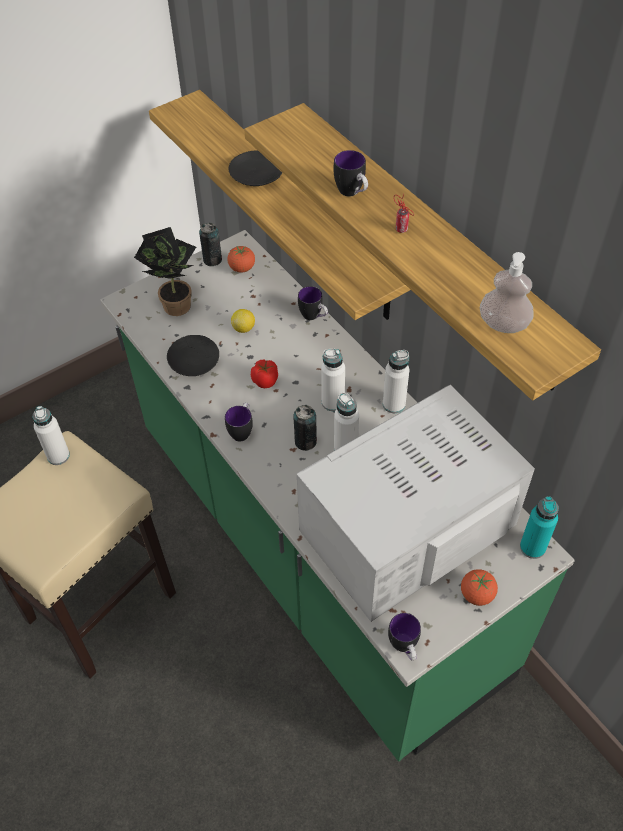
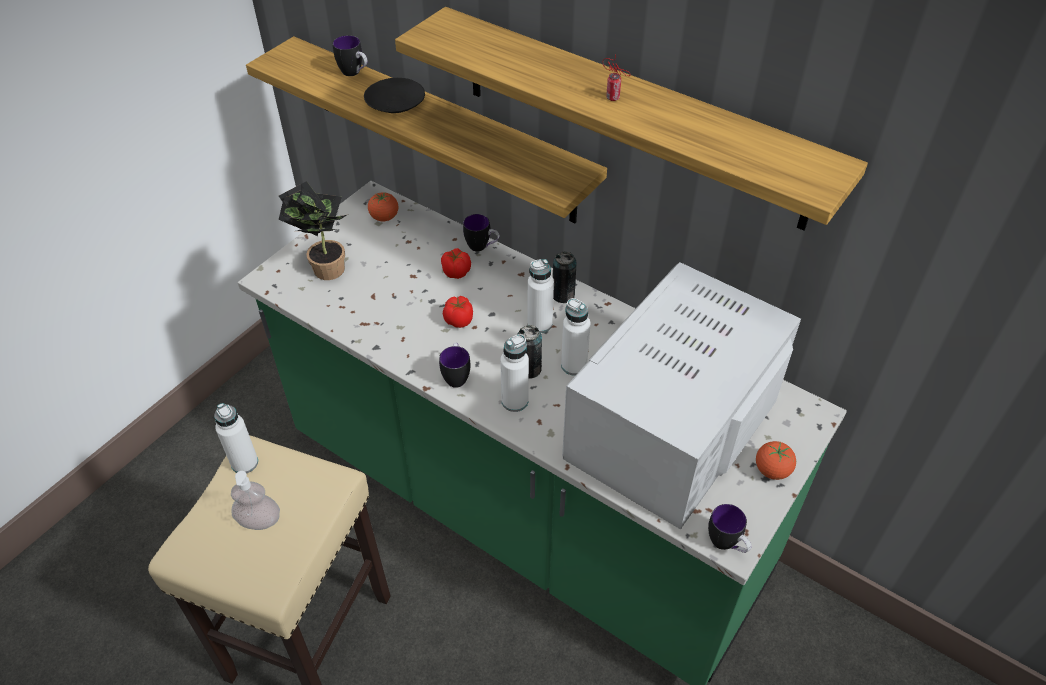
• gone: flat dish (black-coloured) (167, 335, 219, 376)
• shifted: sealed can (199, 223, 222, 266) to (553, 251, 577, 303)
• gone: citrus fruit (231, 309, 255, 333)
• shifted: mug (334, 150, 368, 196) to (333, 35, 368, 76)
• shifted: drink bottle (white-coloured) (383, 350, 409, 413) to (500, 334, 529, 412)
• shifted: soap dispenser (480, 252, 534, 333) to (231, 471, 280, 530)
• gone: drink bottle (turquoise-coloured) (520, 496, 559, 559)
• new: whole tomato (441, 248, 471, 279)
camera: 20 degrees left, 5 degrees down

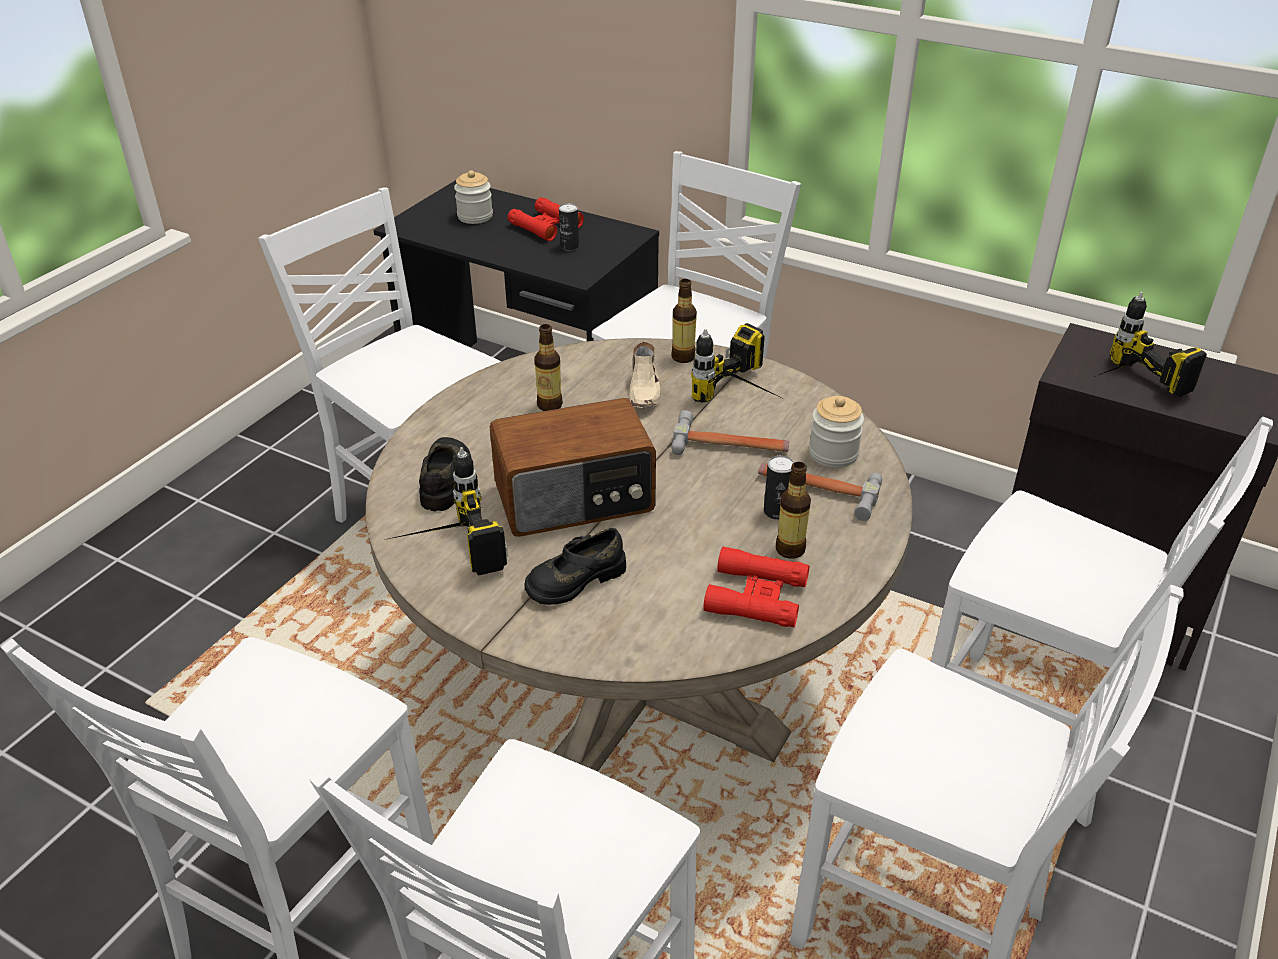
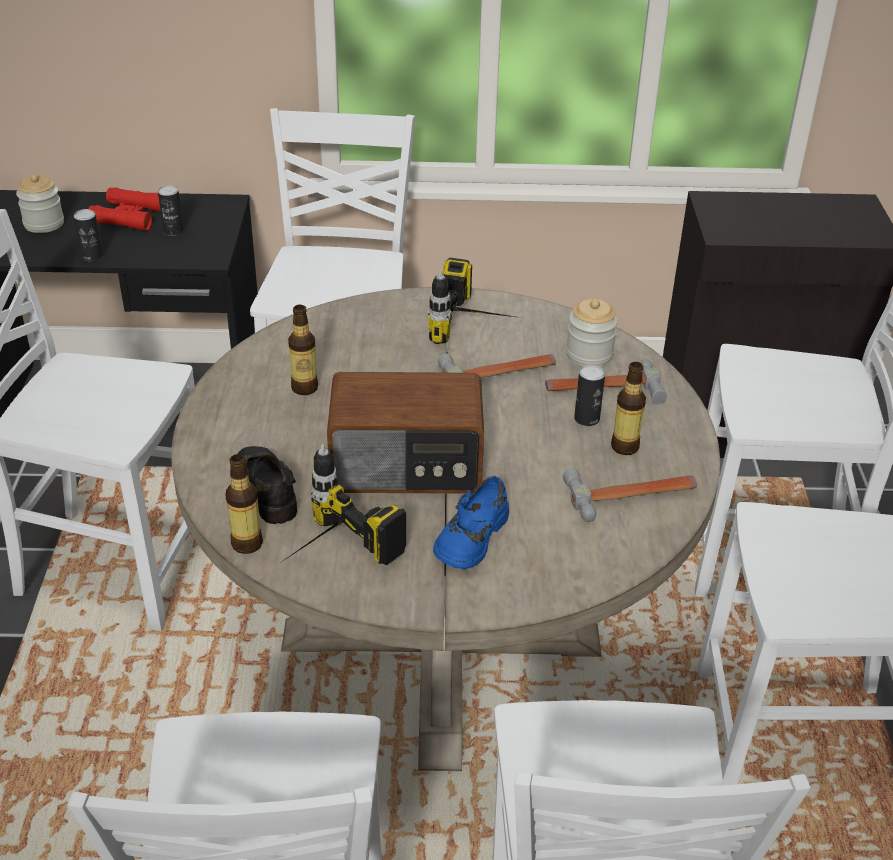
• rotated: radio receiver (489, 398, 656, 537) = (327, 372, 484, 494) 45 degrees clockwise
• repainted: low shoe (black-coloured) (525, 528, 626, 605) to low shoe (blue-coloured) (433, 476, 509, 569)
• gone: low shoe (beige-coloured) (629, 342, 661, 408)
• shifted: drink bottle (671, 279, 697, 363) to (225, 454, 263, 554)
• swapped: pair of binoculars (red) (703, 546, 809, 627) to tool hammer (563, 468, 697, 522)
• gone: power drill (1094, 292, 1207, 397)
• new: sealed can (74, 209, 103, 261)
camera: 30 degrees left, 0 degrees up

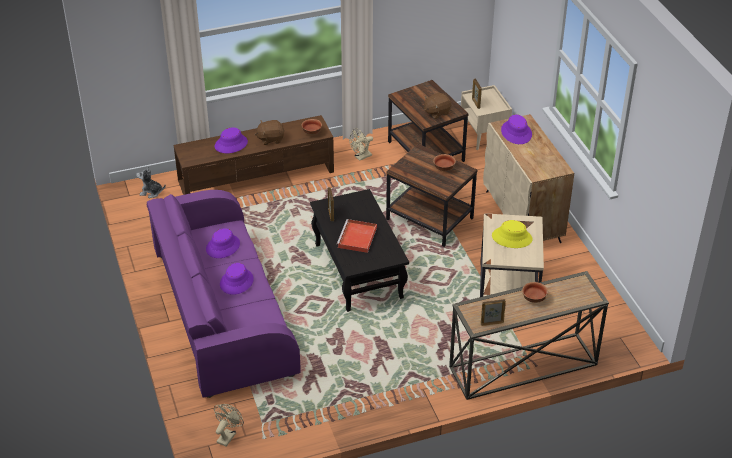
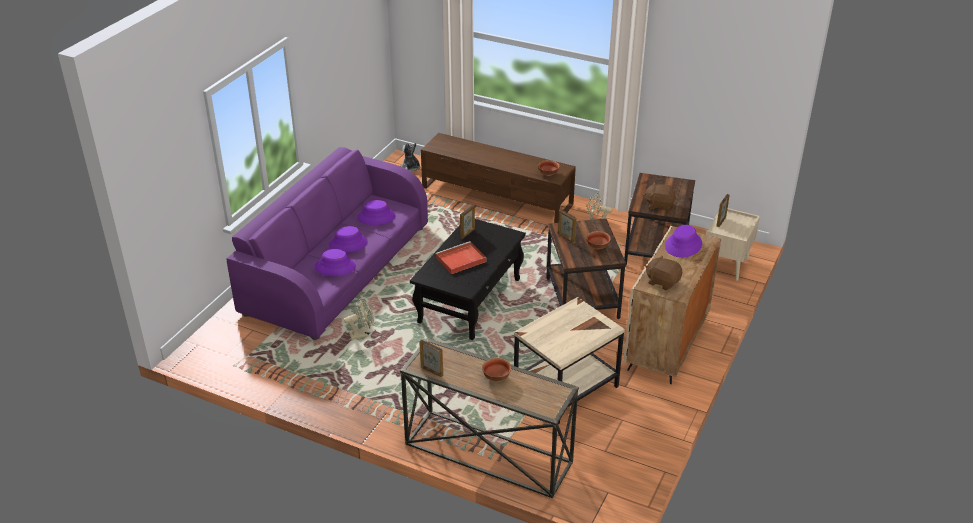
• shifted: cooling fan (beige-coloured) (214, 404, 244, 447) to (344, 299, 374, 340)
• shifted: clothing hat (purple-coloured) (215, 127, 248, 153) to (314, 249, 356, 276)
• shifted: plush toy (brown) (255, 120, 285, 145) to (646, 256, 682, 290)
• gone: clothing hat (yellowish) (492, 220, 533, 248)
• new: standing frame (558, 209, 576, 243)
camera: 45 degrees right, 5 degrees down

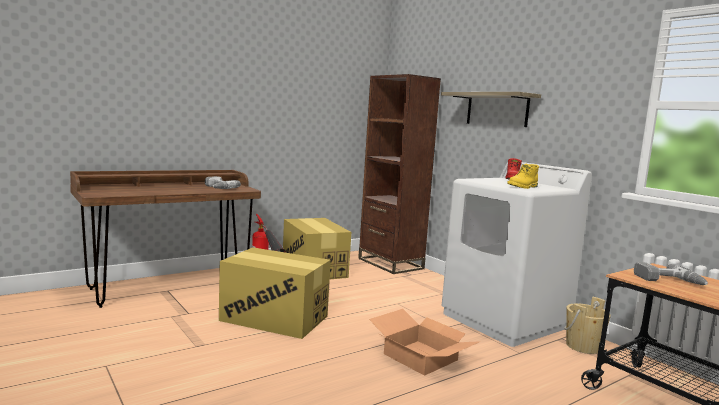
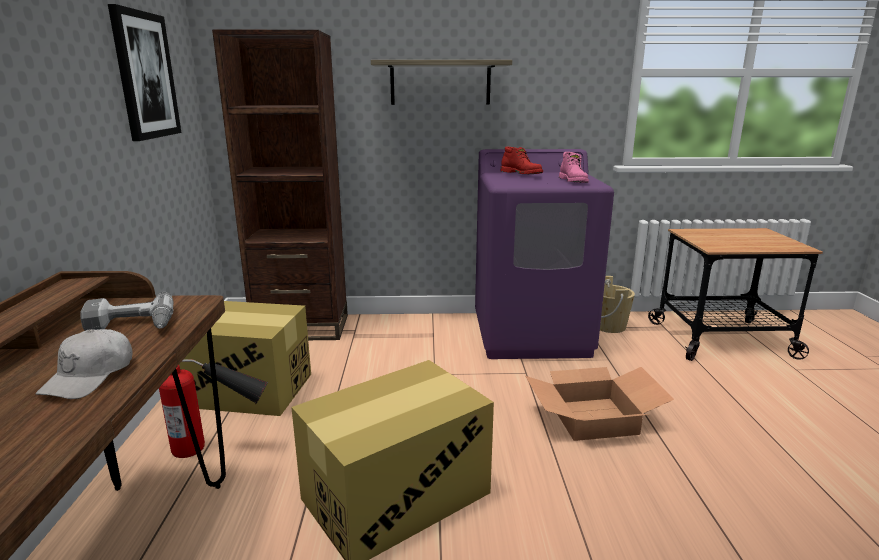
• repainted: laundry machine (white-coloured) (442, 162, 592, 347) to laundry machine (purple-coloured) (475, 149, 614, 359)
• repainted: high-top boot (yellowish) (507, 164, 539, 189) to high-top boot (pink-coloured) (559, 152, 589, 183)
• gone: power drill (634, 262, 708, 285)
• new: baseball cap (white-coloured) (36, 329, 133, 399)
• new: wall picture (108, 4, 181, 141)
camera: 55 degrees left, 10 degrees up

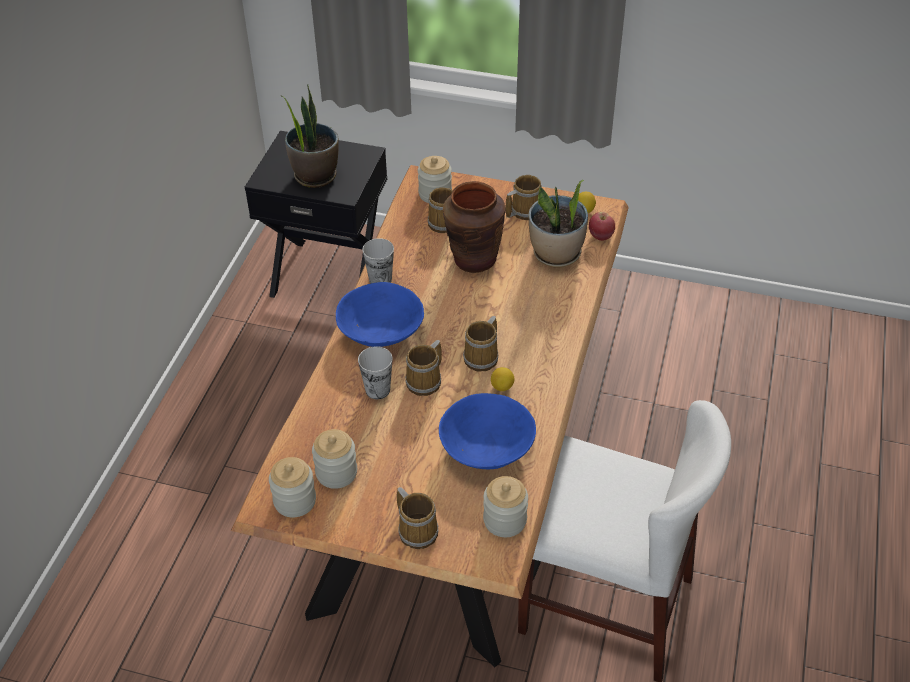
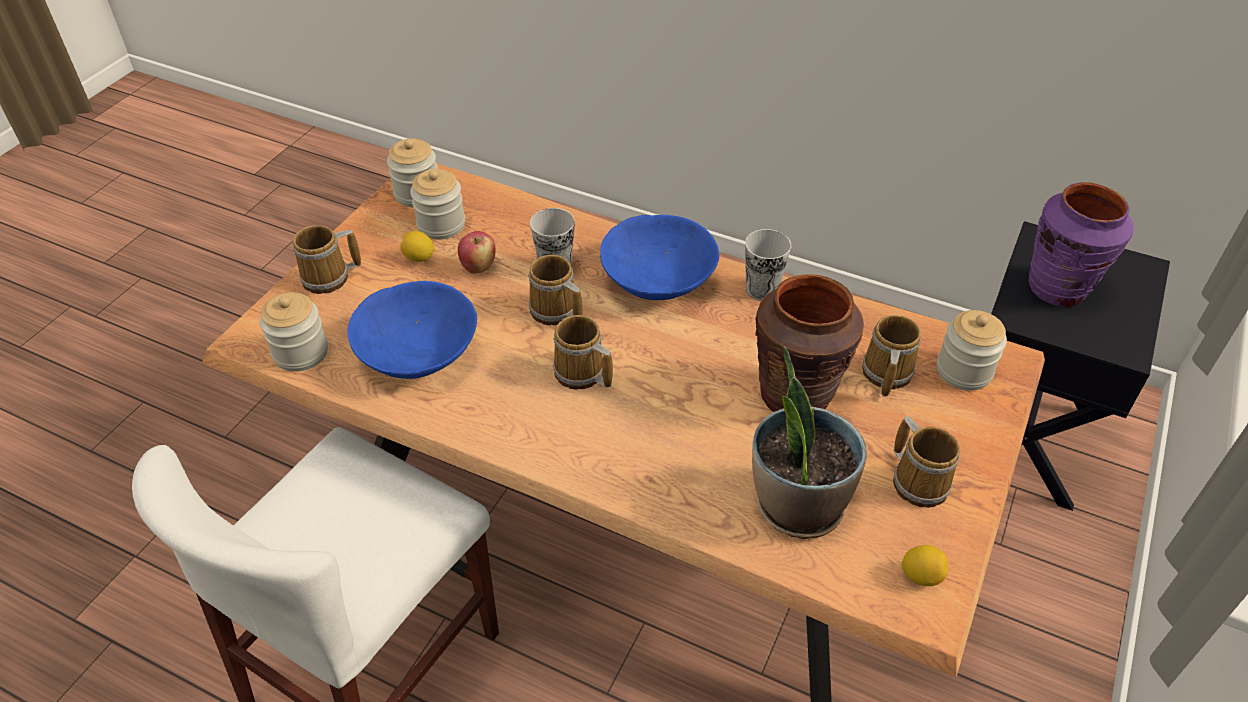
• swapped: potted plant (282, 84, 339, 188) to vase (purple-coloured) (1028, 182, 1134, 307)
• shifted: citrus fruit (491, 367, 514, 391) to (400, 231, 435, 262)
• shifted: apple (589, 212, 615, 241) to (458, 231, 496, 274)
camera: 100 degrees right, 0 degrees up

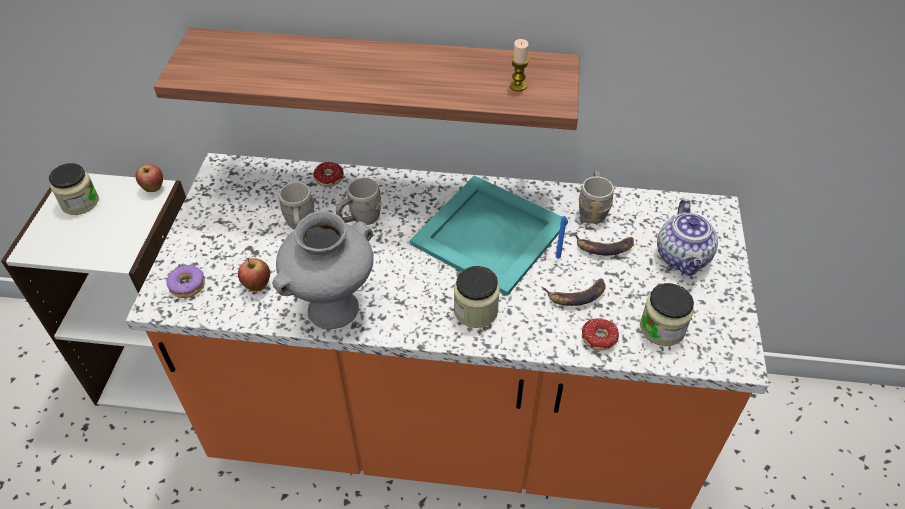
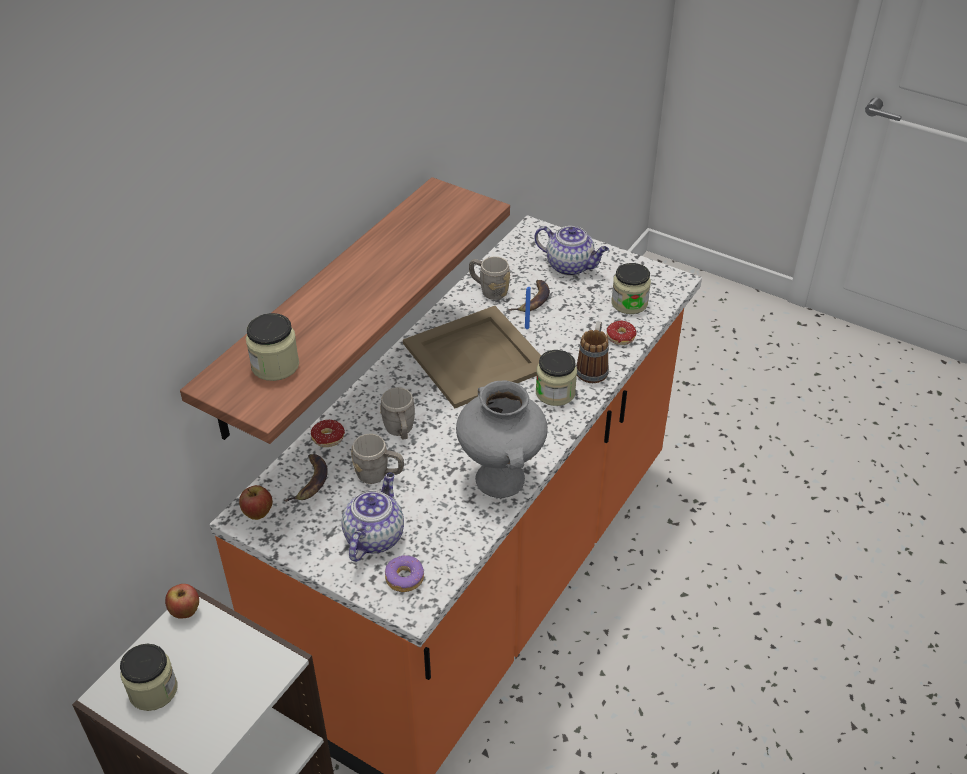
• shifted: apple (238, 258, 270, 291) to (239, 485, 272, 520)
• repainted: carrying tray (turquoise-coloured) (410, 175, 568, 296) to carrying tray (beige-coloured) (403, 306, 541, 408)
• gone: wax light (510, 39, 529, 91)
• shifted: banana (542, 278, 606, 306) to (283, 454, 328, 502)
• new: preserve jar (246, 313, 299, 381)
• new: teapot (342, 472, 404, 562)
• new: mug (576, 321, 609, 383)
camera: 65 degrees left, 5 degrees down

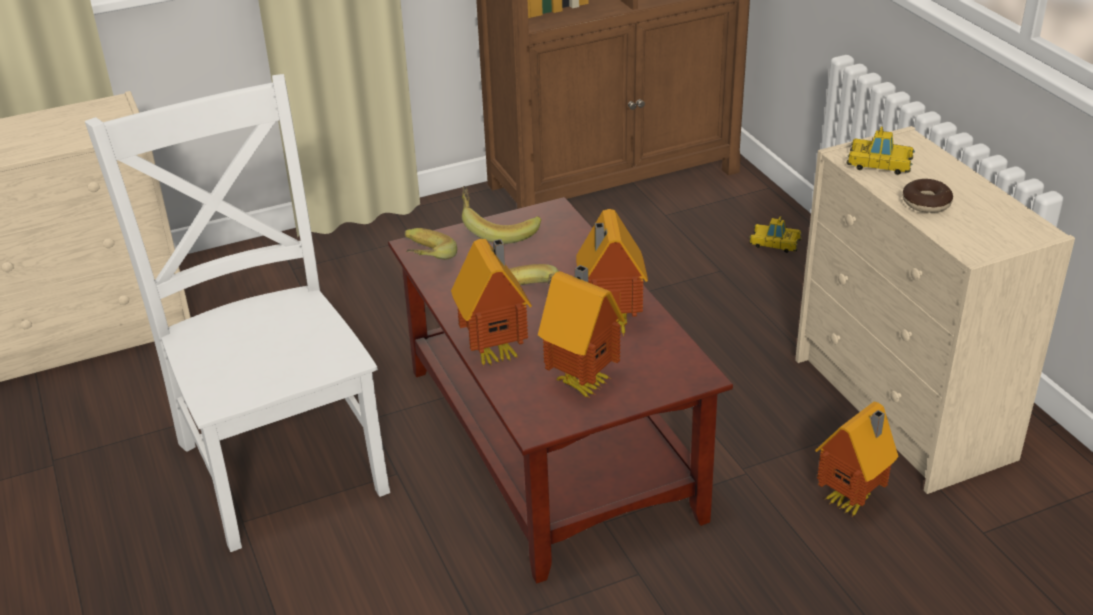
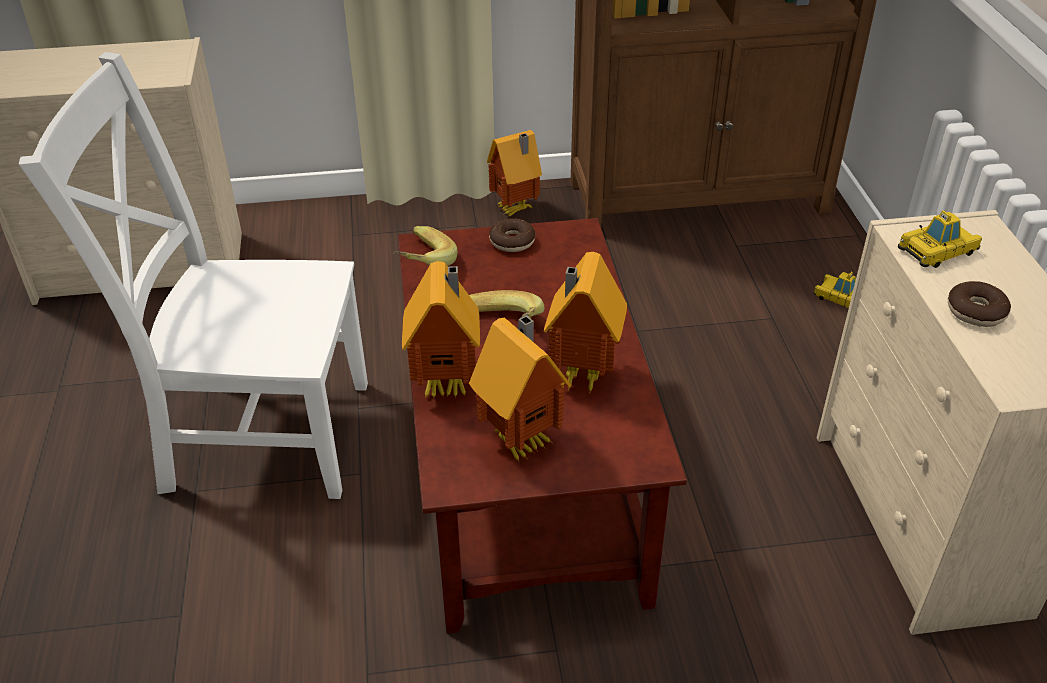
• rotated: chair (white-coloured) (85, 74, 390, 552) = (19, 52, 368, 499) 75 degrees counterclockwise
• swapped: banana (462, 186, 541, 244) to doughnut (489, 218, 535, 252)
• shifted: miniature house (815, 402, 899, 516) to (487, 130, 542, 217)
• rotated: miniature car (847, 127, 915, 175) = (898, 210, 982, 268) 60 degrees counterclockwise
camera: 15 degrees right, 5 degrees up

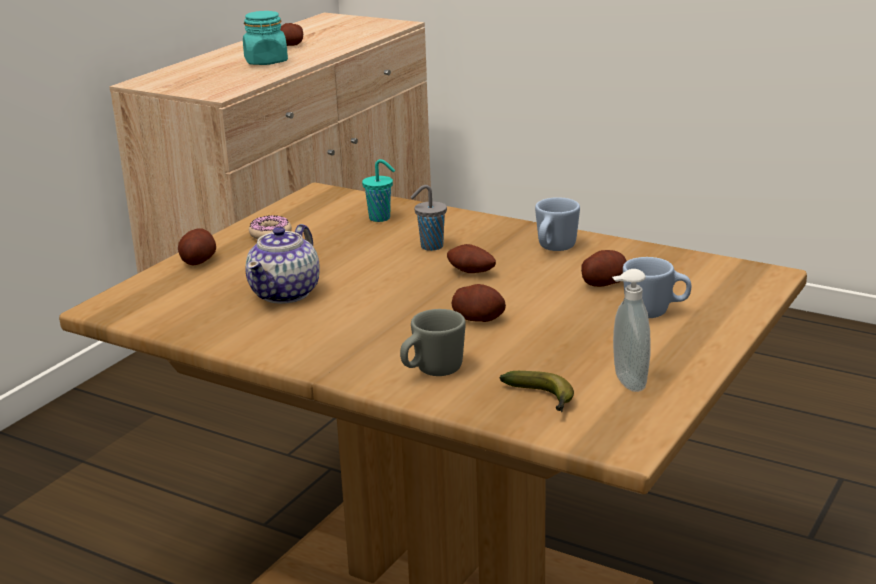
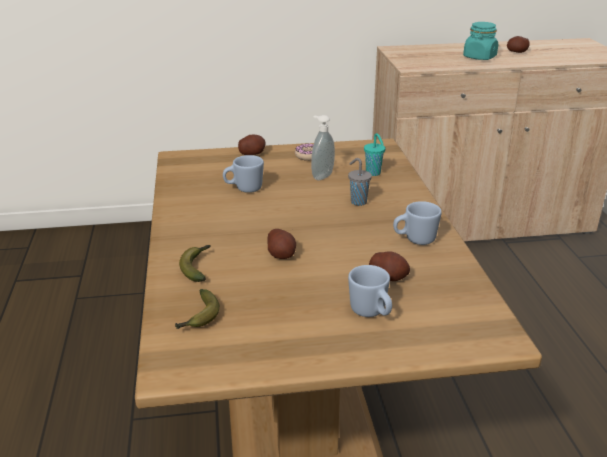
• swapped: teapot (245, 224, 320, 304) to mug (blue-coloured) (223, 155, 264, 193)
• swapped: mug (grey) (400, 309, 466, 376) to banana (179, 245, 211, 282)
• gone: spud (447, 244, 496, 273)
• shifted: soap dispenser (612, 269, 651, 392) to (311, 115, 335, 180)
camera: 50 degrees right, 5 degrees up

